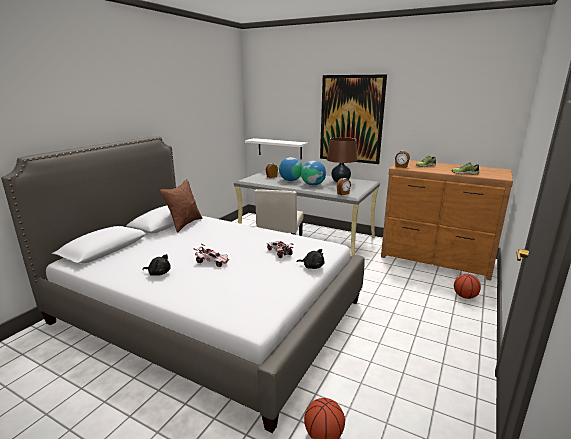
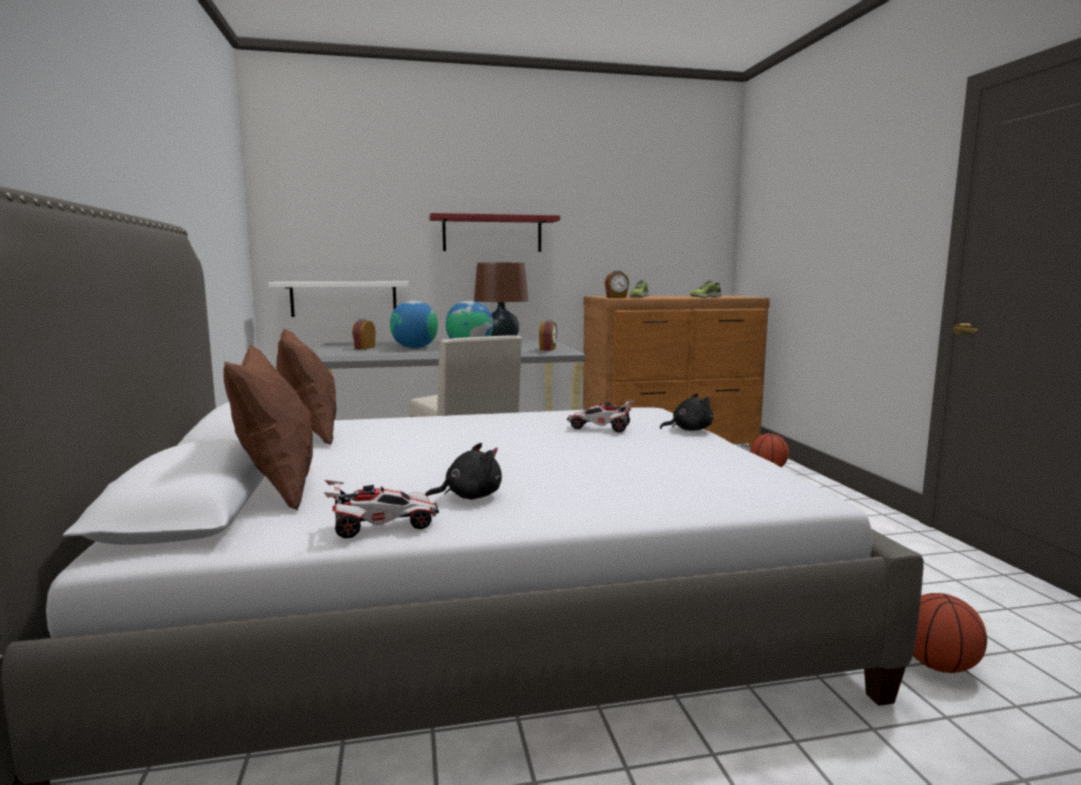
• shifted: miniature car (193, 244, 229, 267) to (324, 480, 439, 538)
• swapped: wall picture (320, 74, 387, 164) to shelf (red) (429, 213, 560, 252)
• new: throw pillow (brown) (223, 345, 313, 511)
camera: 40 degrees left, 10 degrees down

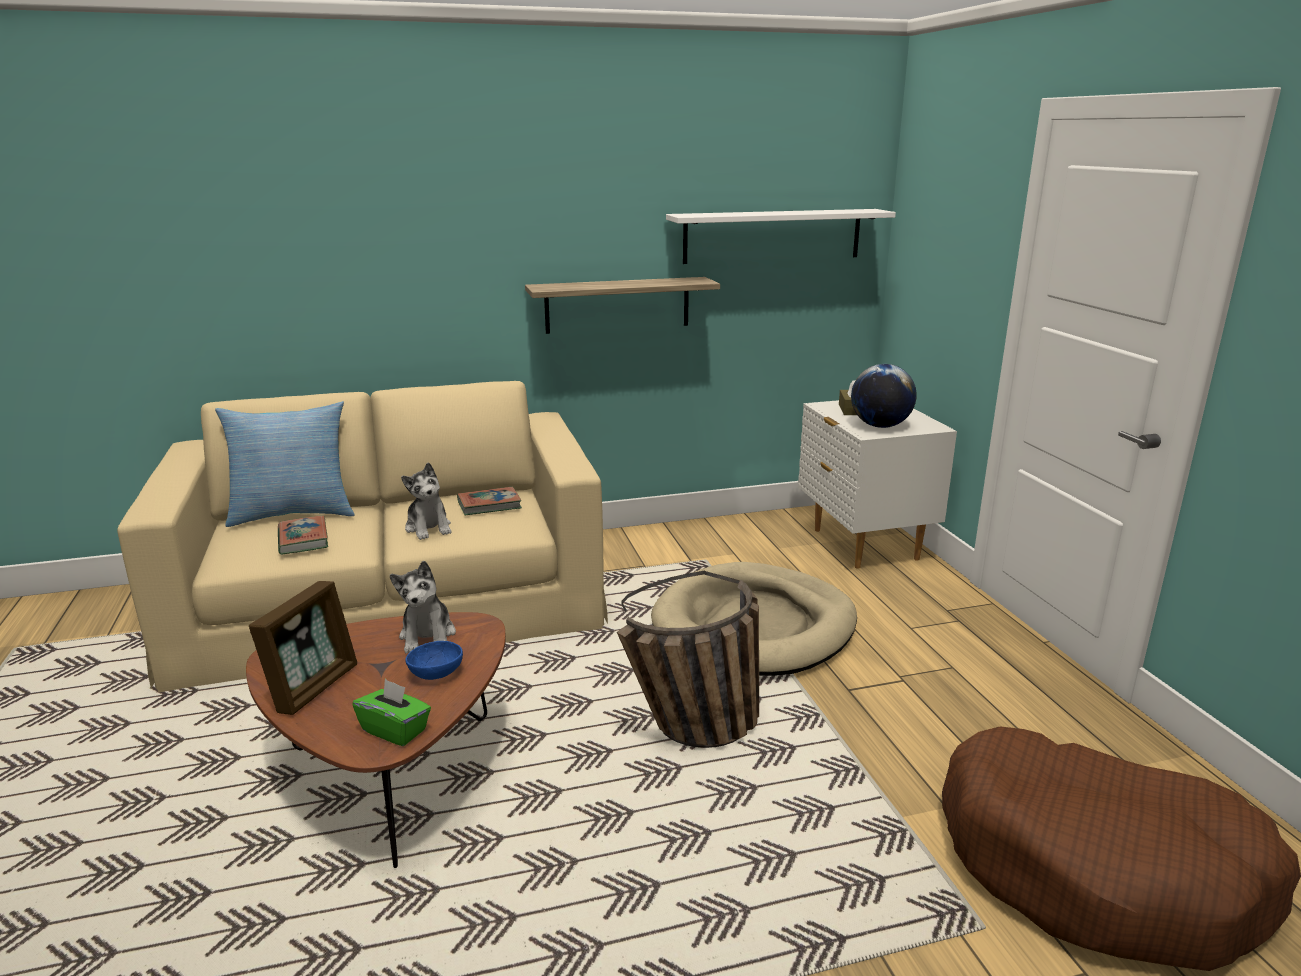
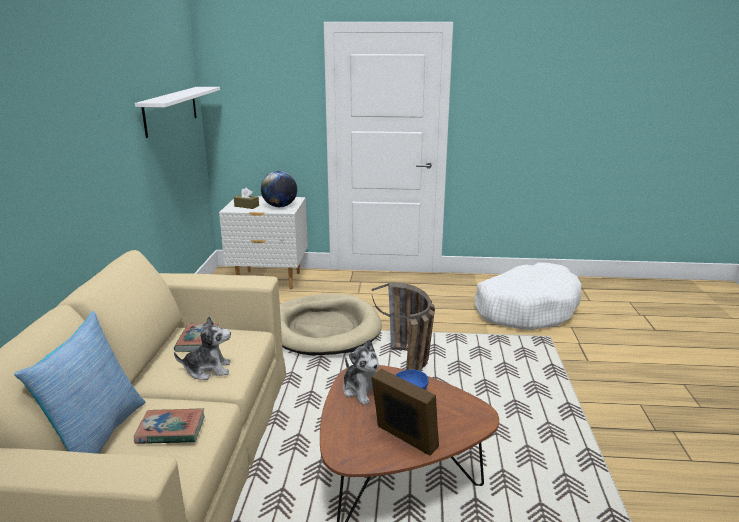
• gone: tissue holder (green-coloured) (353, 679, 431, 746)
• rotated: plush toy (390, 561, 456, 654) = (343, 340, 379, 405) 45 degrees clockwise
• gone: shelf (525, 277, 720, 334)
• repainted: pet bed (brown) (942, 727, 1301, 971) to pet bed (white-coloured) (475, 263, 582, 330)
camera: 70 degrees left, 0 degrees up

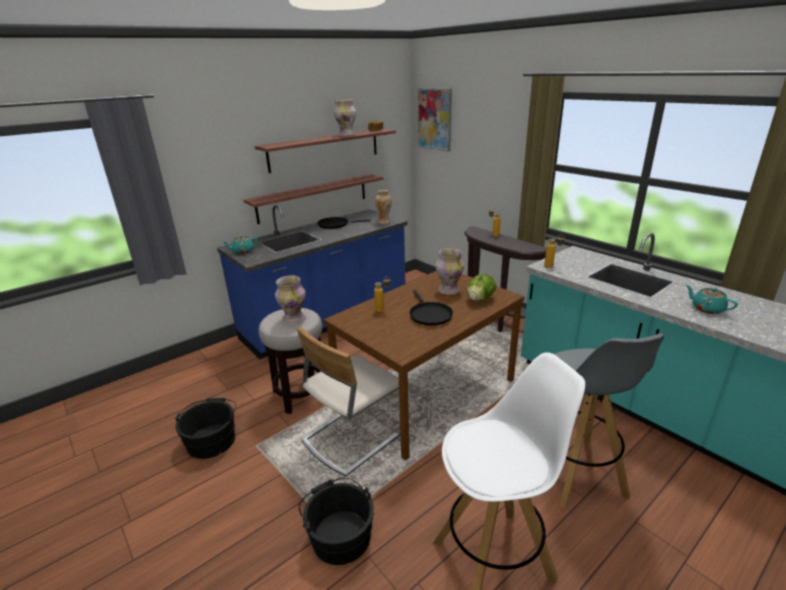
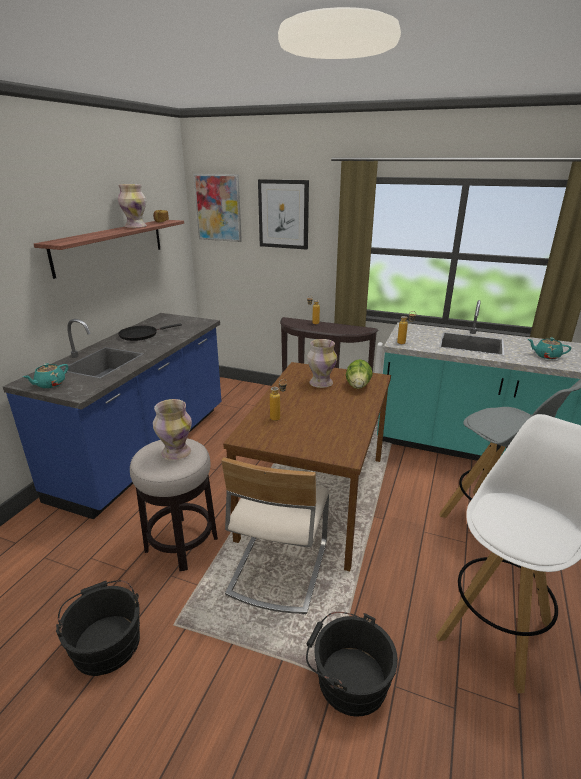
• gone: shelf (244, 174, 383, 224)
• gone: vase (375, 190, 392, 224)
• gone: pan (black-coloured) (409, 290, 453, 326)
• new: wall picture (258, 179, 309, 249)
camera: 30 degrees left, 0 degrees up

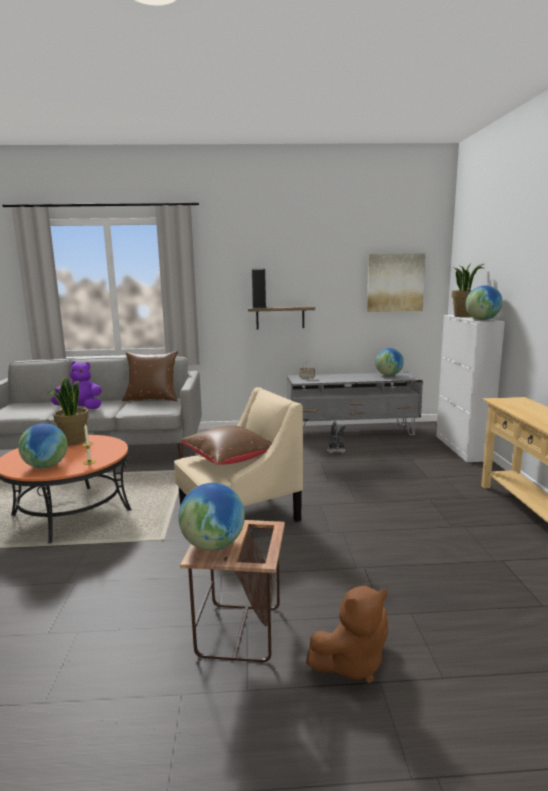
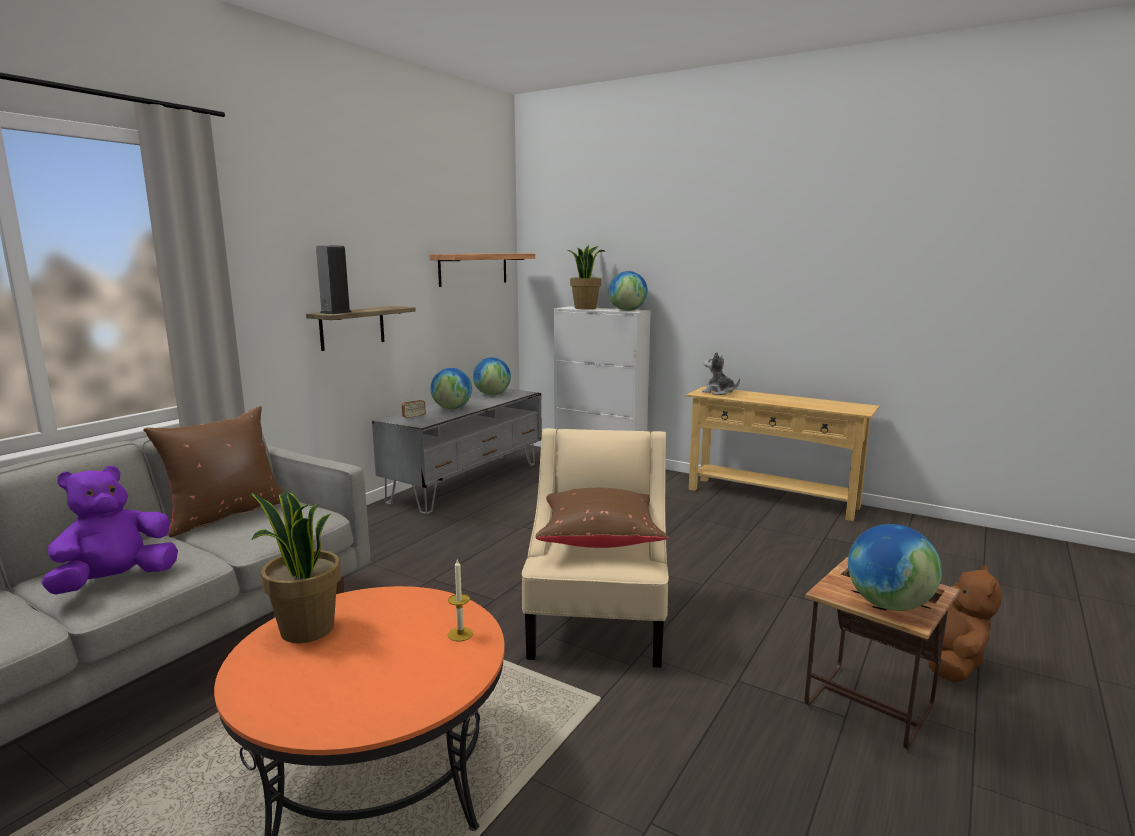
• shifted: desk globe (18, 423, 68, 468) to (430, 368, 472, 409)
• shifted: plush toy (327, 421, 346, 453) to (702, 352, 740, 395)
• swapped: wall picture (367, 253, 426, 312) to shelf (429, 254, 535, 287)
camera: 55 degrees left, 0 degrees up

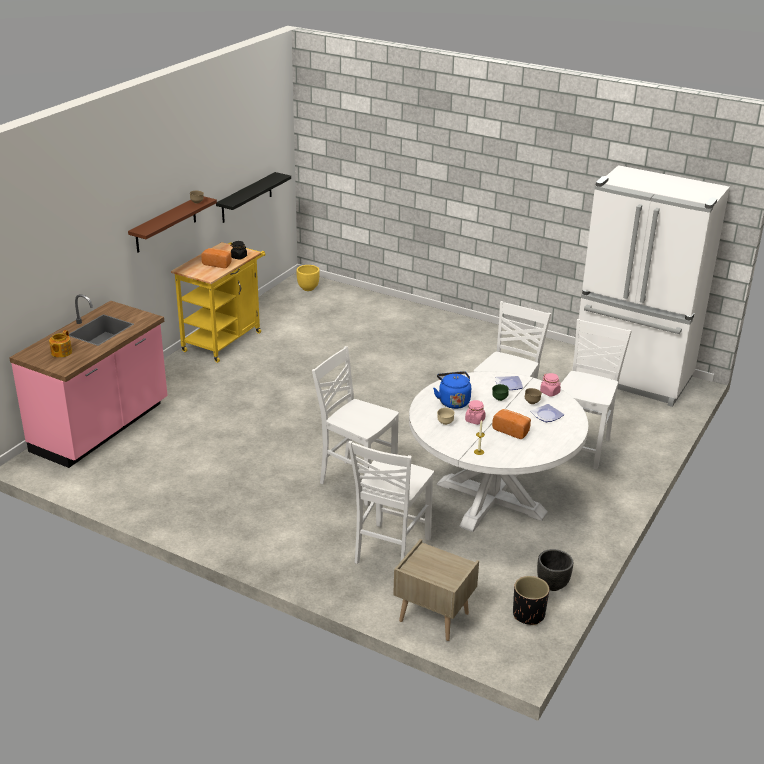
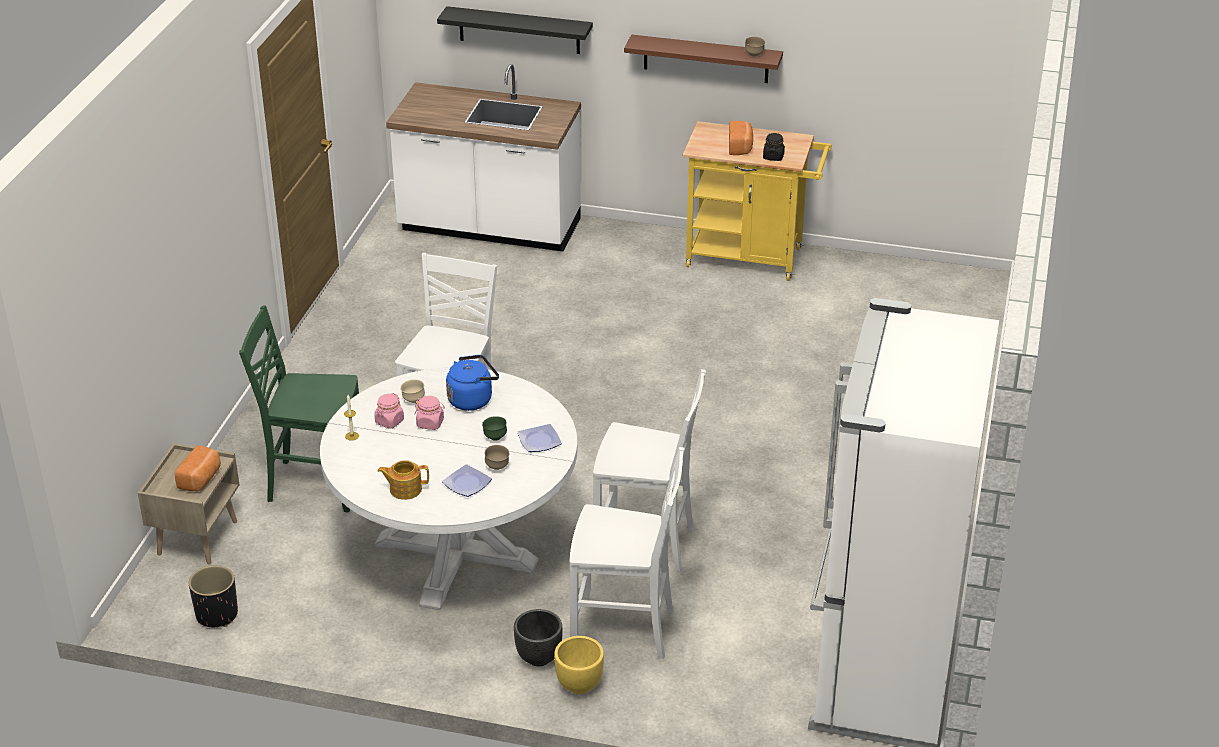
• repainted: kitchen counter (pink-coloured) (9, 294, 168, 468) to kitchen counter (white-coloured) (386, 64, 581, 252)
• shifted: teapot (49, 330, 72, 358) to (378, 460, 429, 500)
• shifted: shelf (black-coloured) (216, 172, 291, 223) to (437, 6, 593, 54)
• shifted: flower pot (yellowish) (296, 265, 320, 291) to (554, 636, 604, 694)
• repainted: chair (white-coloured) (348, 441, 434, 564) to chair (green-coloured) (239, 306, 359, 512)
• shifted: baked bread (492, 409, 531, 439) to (175, 445, 221, 491)
• shifted: flower pot (black-coloured) (537, 549, 573, 591) to (514, 609, 562, 666)
• shifted: preserve jar (pink-coloured) (540, 373, 561, 397) to (374, 393, 404, 429)
camera: 75 degrees right, 5 degrees up

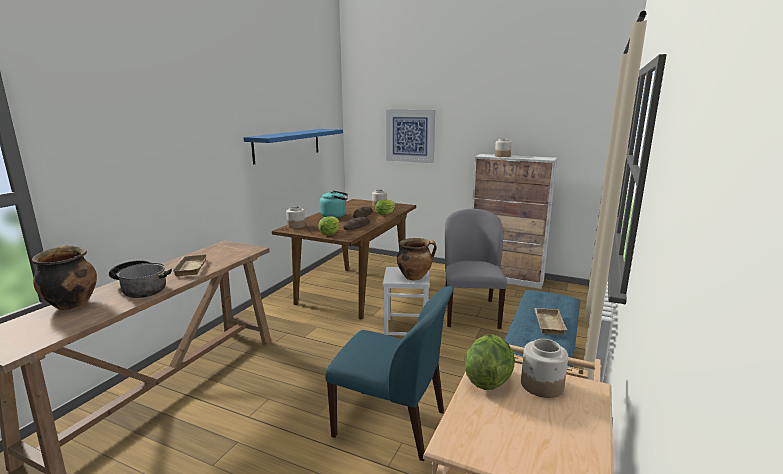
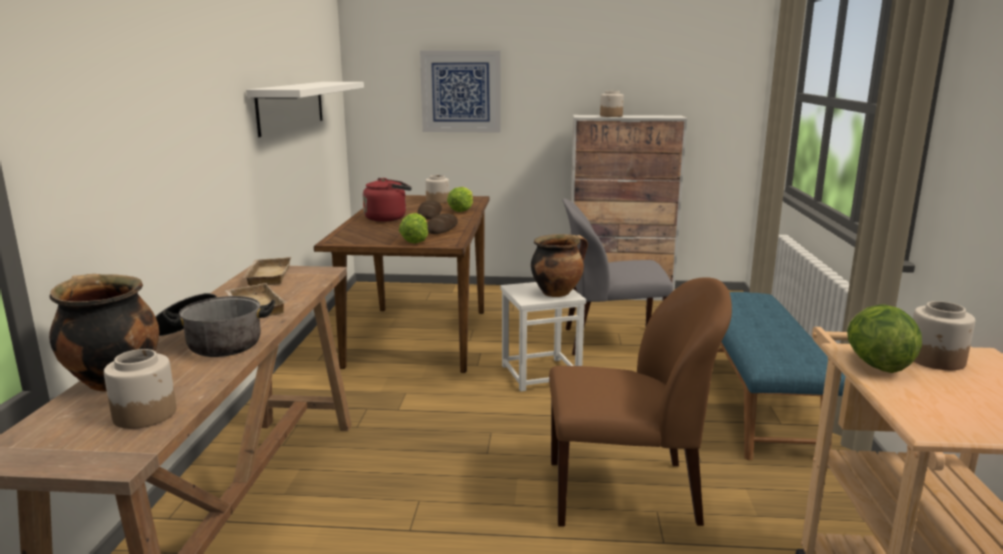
• repainted: shelf (blue-coloured) (243, 129, 343, 164) to shelf (white-coloured) (246, 82, 364, 137)
• shifted: preserve jar (286, 206, 305, 229) to (104, 349, 176, 429)
• repainted: kettle (turquoise-coloured) (320, 191, 348, 218) to kettle (red) (363, 178, 412, 222)
• repainted: chair (blue-coloured) (325, 286, 454, 461) to chair (brown) (549, 277, 732, 527)
• rotated: chair (grey) (445, 209, 507, 329) = (562, 198, 673, 355) 75 degrees counterclockwise
• shifted: carrying tray (beige-coloured) (534, 308, 567, 335) to (243, 257, 291, 286)
camera: 20 degrees left, 0 degrees up

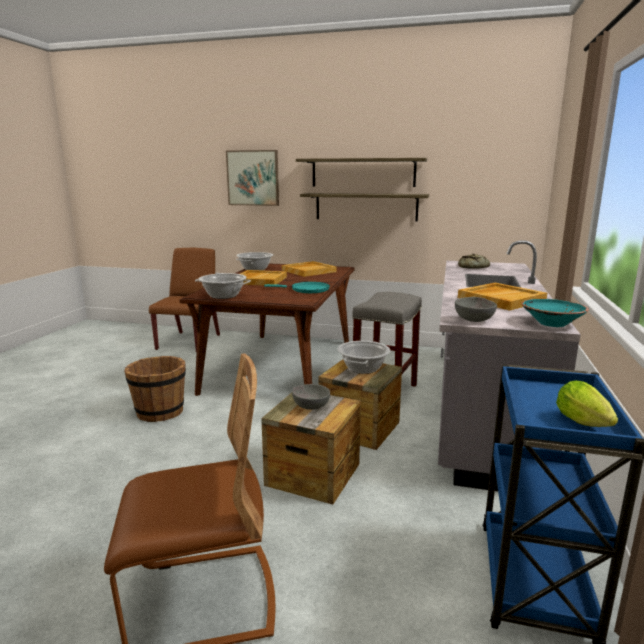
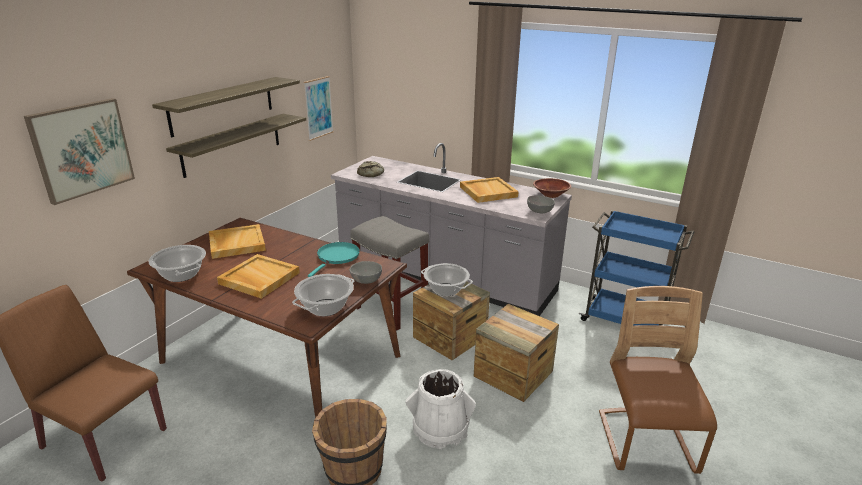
• shifted: bowl (grey) (292, 384, 330, 410) to (350, 261, 382, 284)
• repainted: bowl (turquoise-coloured) (521, 299, 589, 327) to bowl (brown) (533, 178, 571, 198)
• gone: lettuce head (556, 380, 618, 427)
• new: wall picture (304, 76, 334, 141)
• new: bucket (white-coloured) (405, 369, 476, 449)
camera: 75 degrees left, 10 degrees up

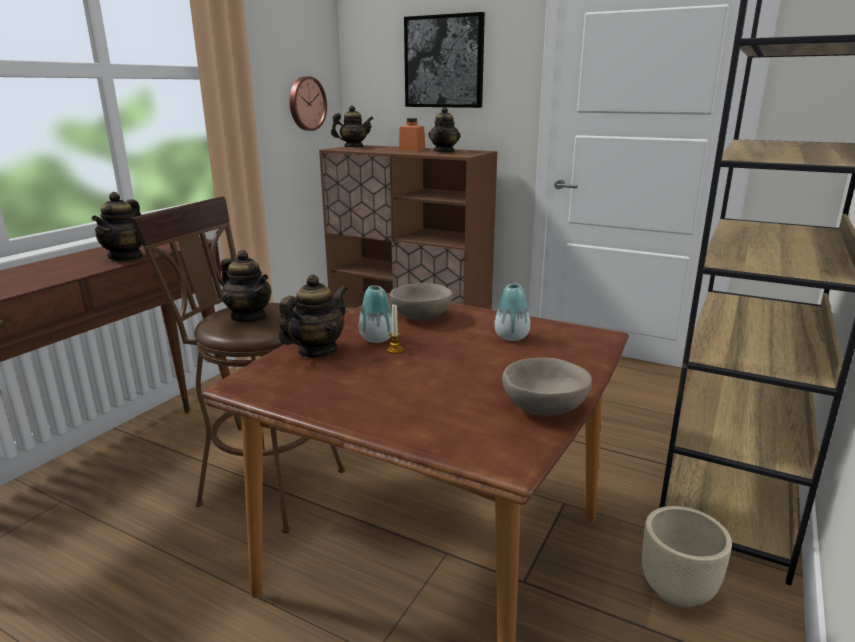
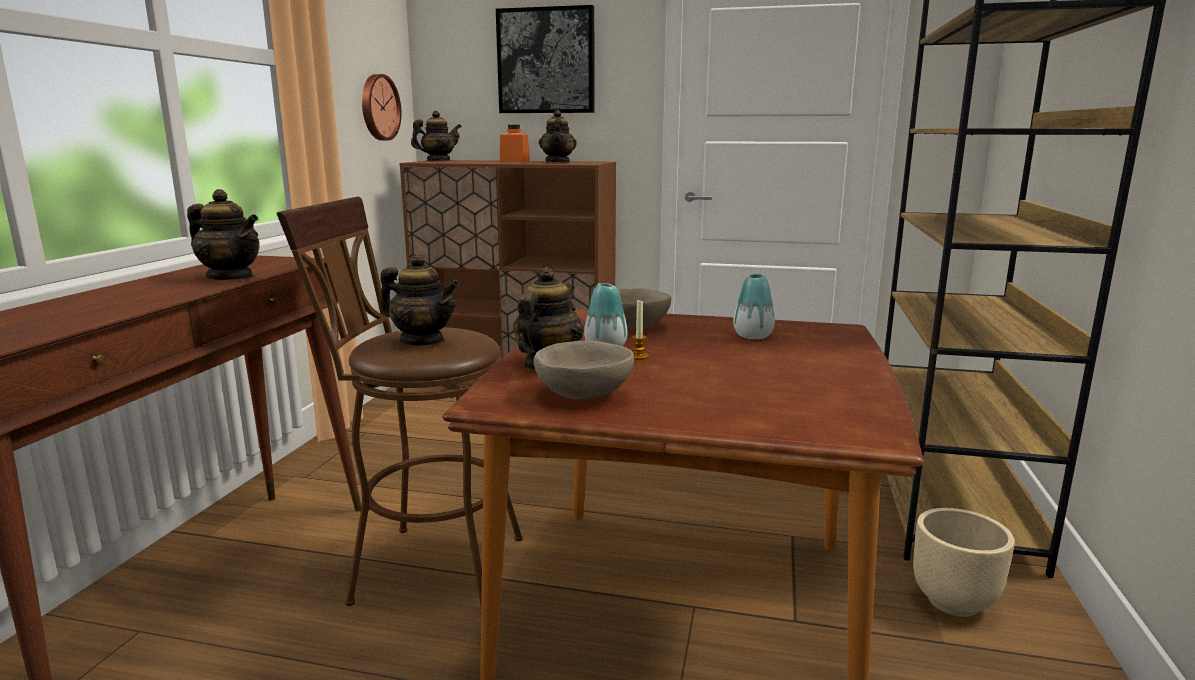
• rotated: teapot (92, 192, 144, 261) = (187, 189, 260, 280) 60 degrees counterclockwise
• shifted: bowl (beige-coloured) (502, 358, 592, 416) to (533, 341, 634, 400)
camera: 15 degrees left, 5 degrees down

